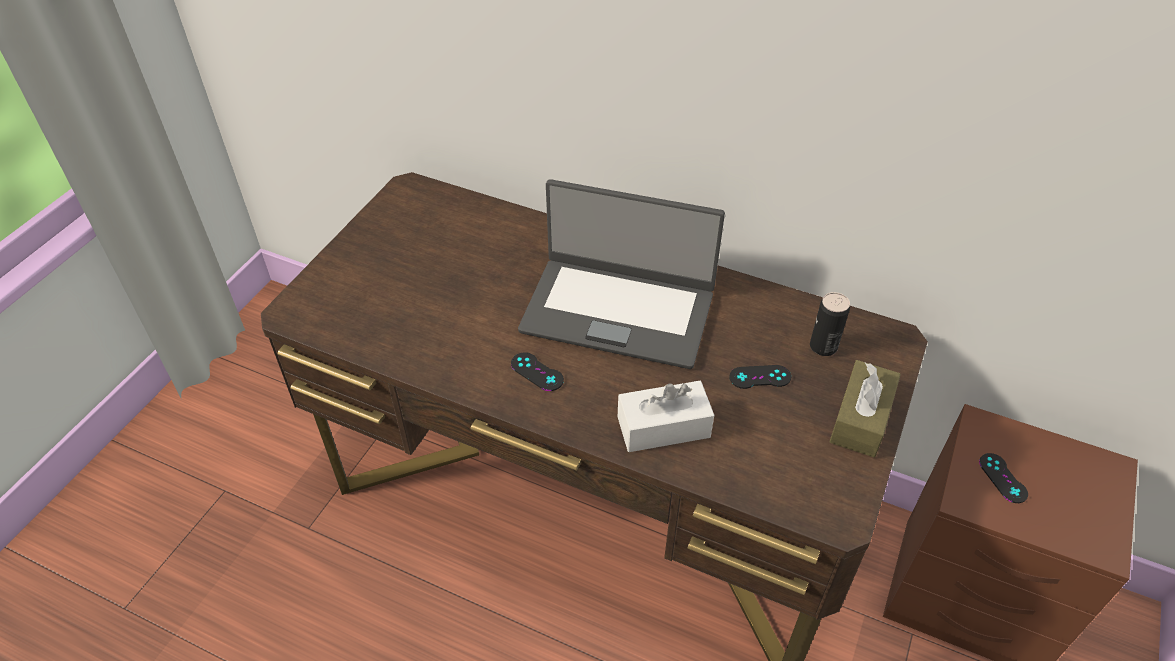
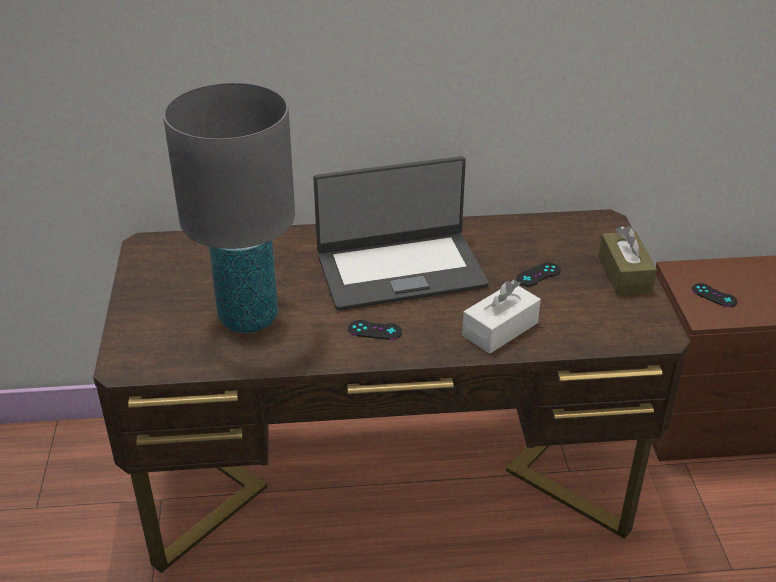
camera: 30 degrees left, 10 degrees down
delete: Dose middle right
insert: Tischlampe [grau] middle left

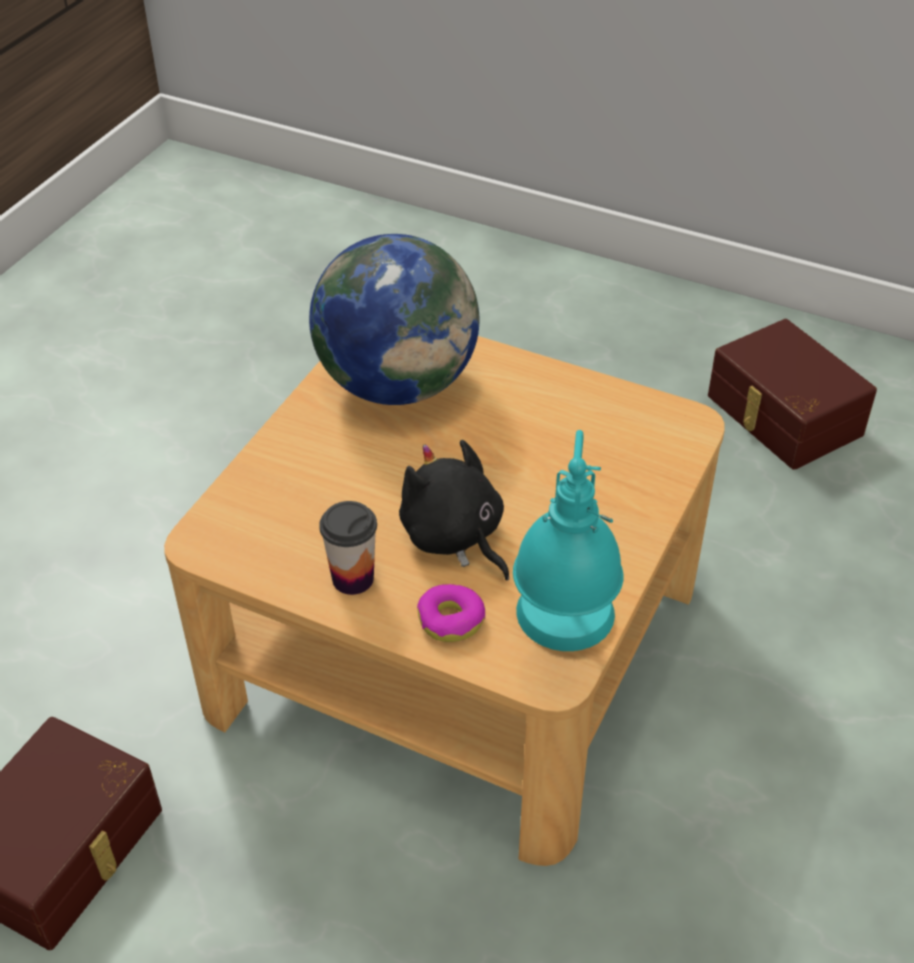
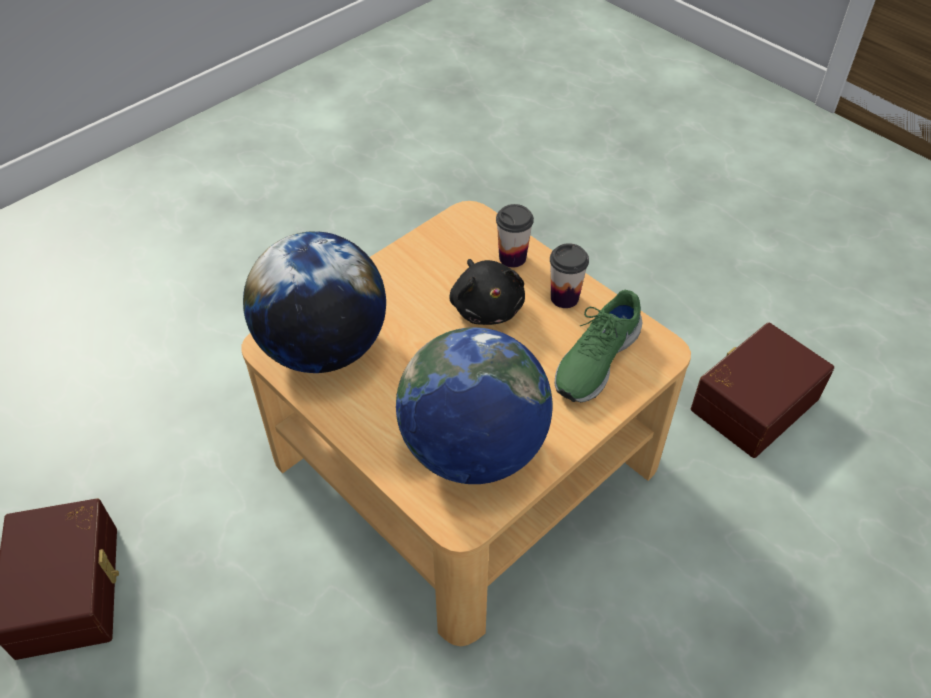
camera: 160 degrees left, 5 degrees up
delete: Tischlampe [türkis] centre
insert: Globus (1st from left) centre; Schuh [grün] centre
replace: Donut centre to Tasse (1st from left) centre

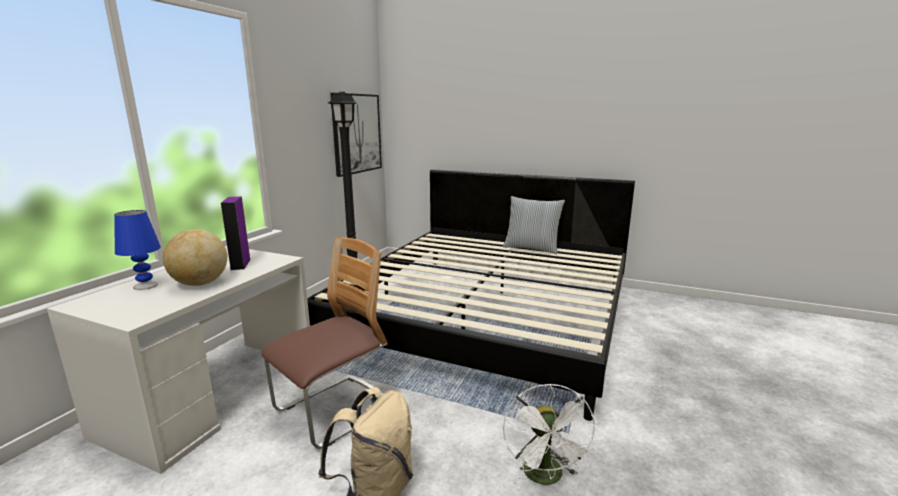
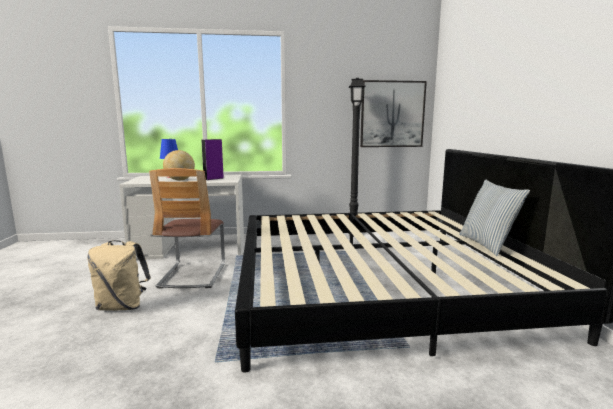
camera: 60 degrees right, 5 degrees down
delete: Ventilator [weiß] bottom centre
rotate: Stuhl bottom centre = middle left 75 degrees clockwise

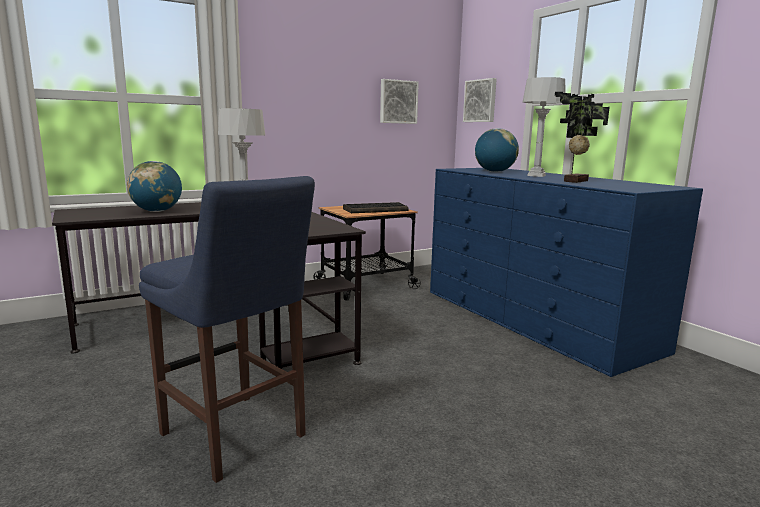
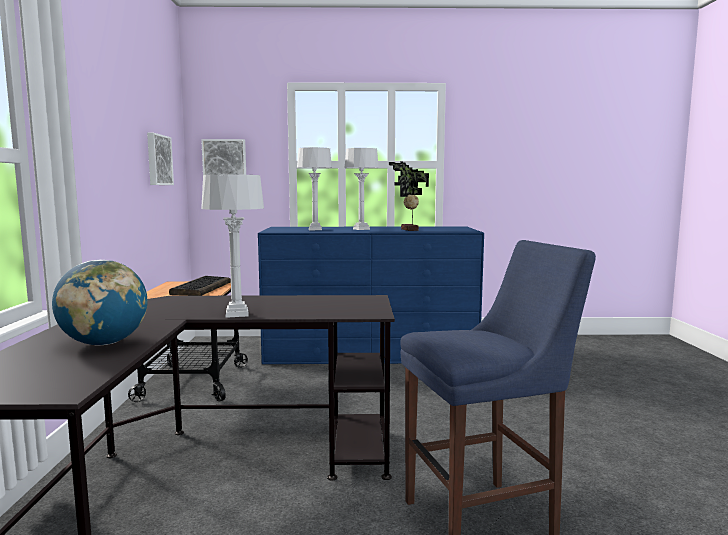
camera: 60 degrees left, 5 degrees down
replace: Globus (2nd from left) top centre to Tischlampe [grau] (2nd from left) centre

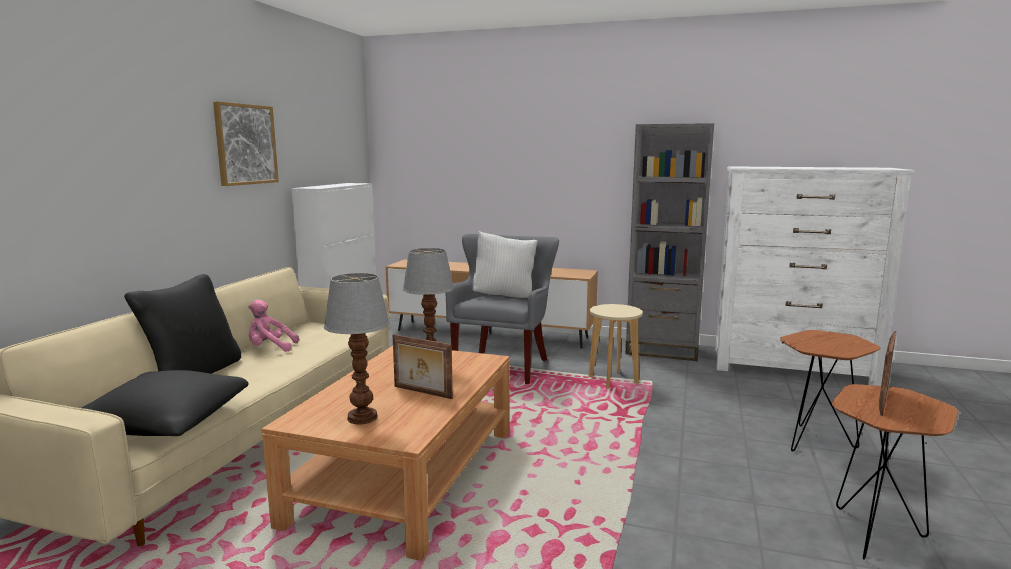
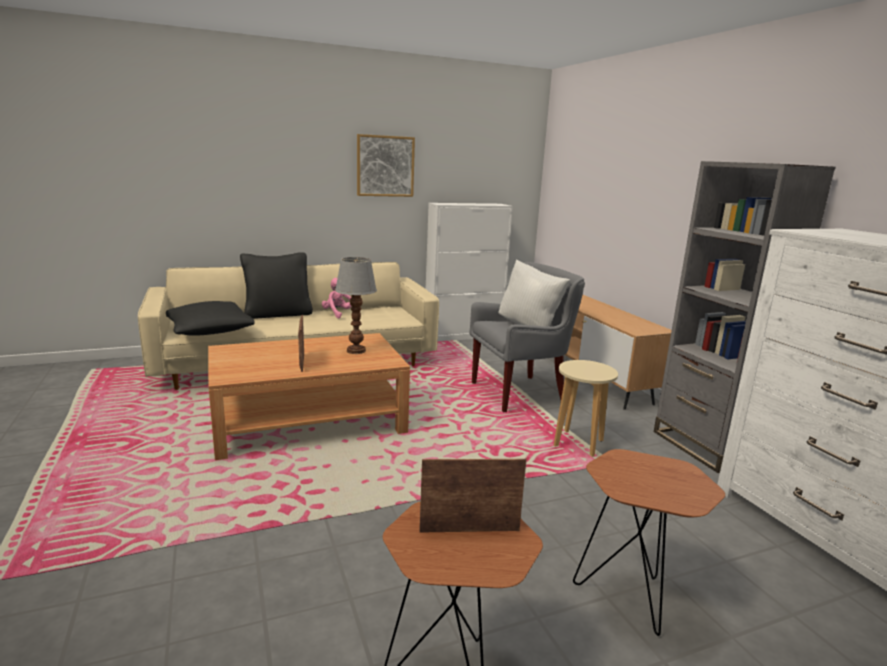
camera: 50 degrees right, 5 degrees up
delete: Tischlampe (1st from left) centre

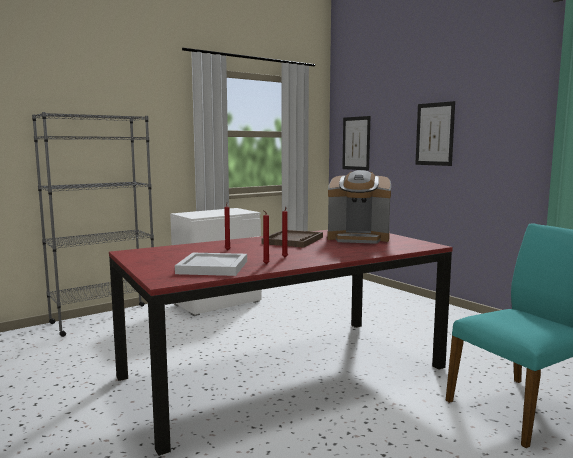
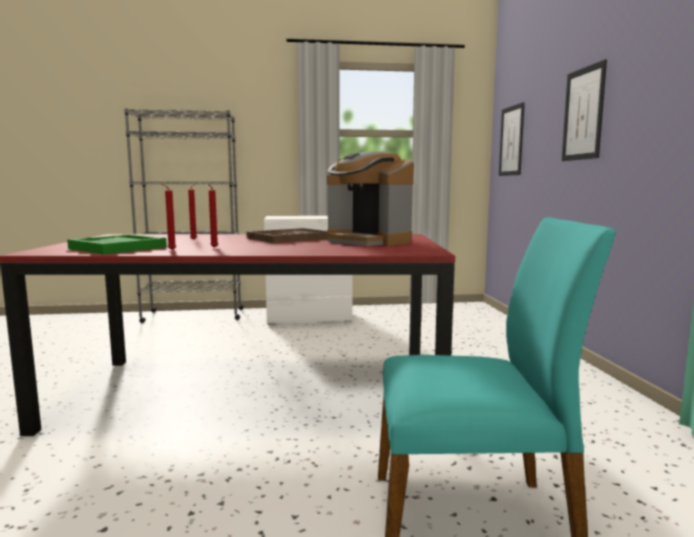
camera: 30 degrees right, 0 degrees up
recolor: Tablett [weiß] centre to Tablett [grün] middle left

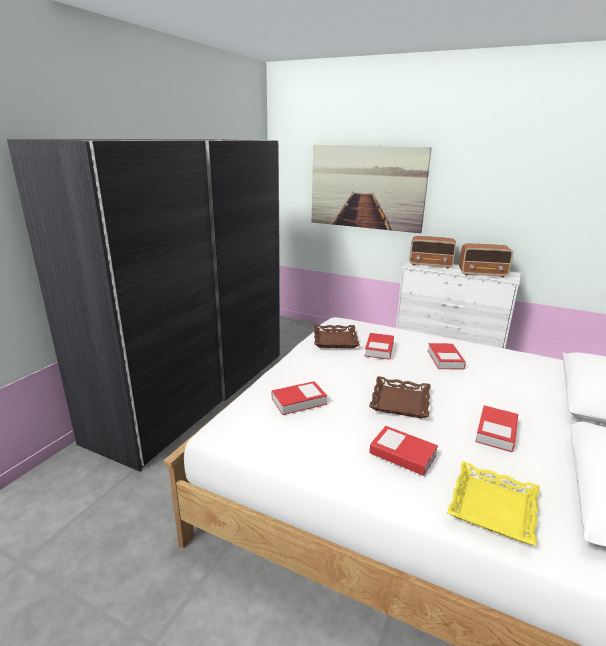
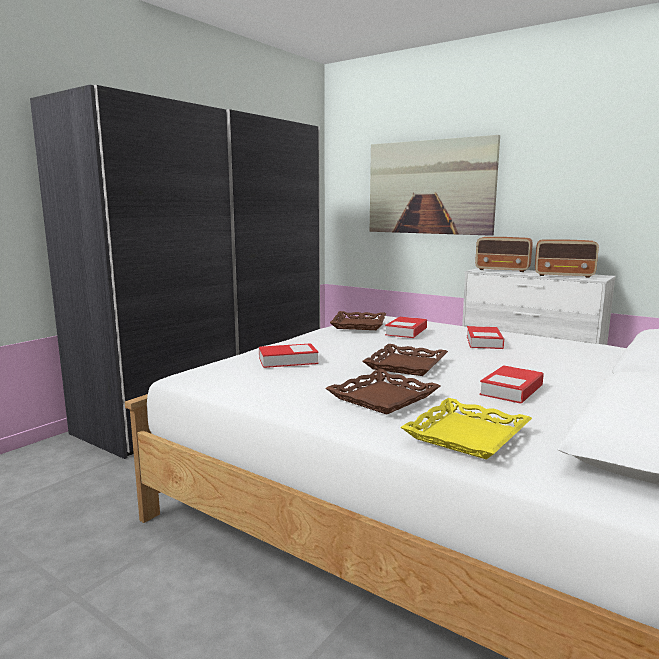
camera: 10 degrees right, 10 degrees down
replace: Buch (3rd from left) bottom centre to Tablett [braun] (2nd from left) centre

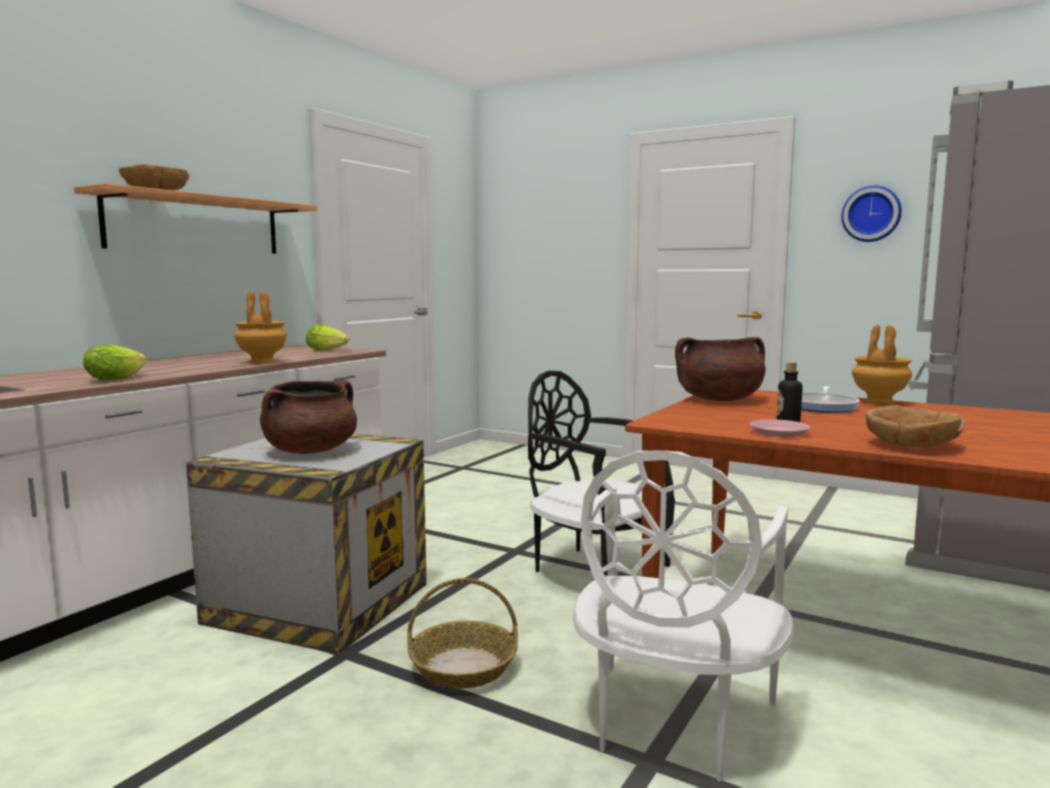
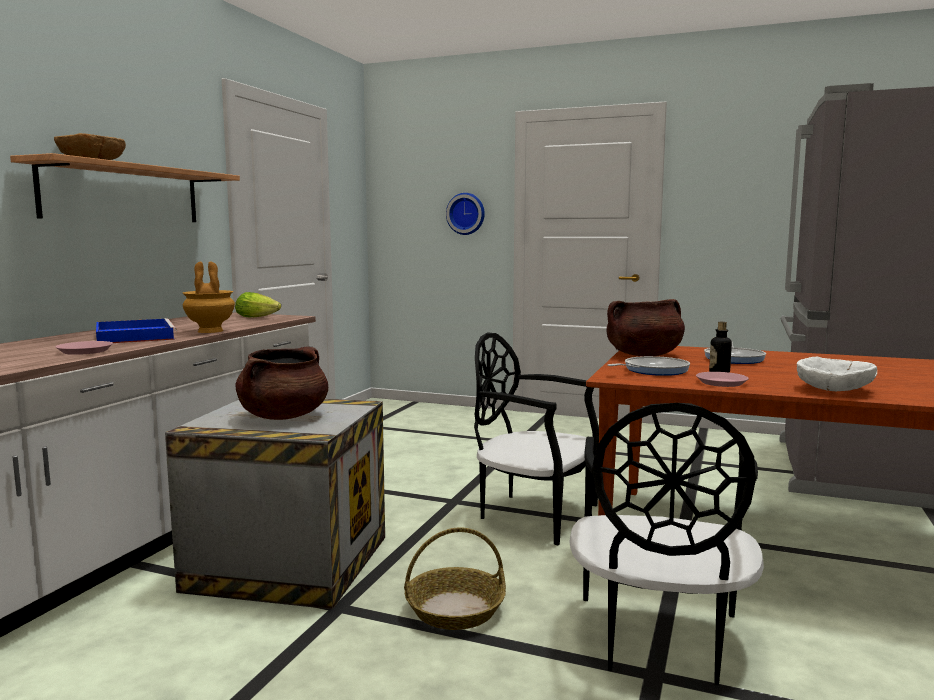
camera: 10 degrees left, 0 degrees up
delete: Vase [braun] (2nd from left) middle right
insert: Tablett [blau] middle left; Pfanne (1st from left) middle right
move: Wanduhr top right to top centre
replace: Salatkopf (1st from left) middle left to Teller [rosa] (1st from left) middle left
recolor: Stuhl [weiß] bottom centre to Stuhl [schwarz] (2nd from left) bottom right; Schüssel [braun] (2nd from left) middle right to Schüssel [weiß] middle right

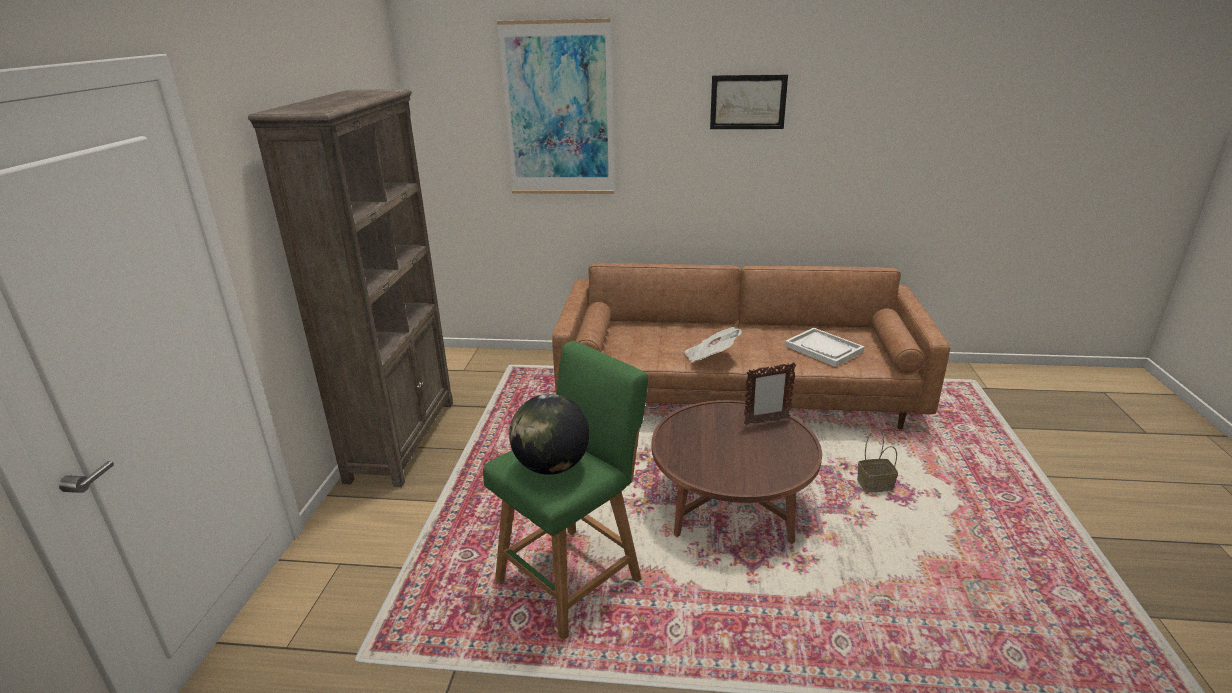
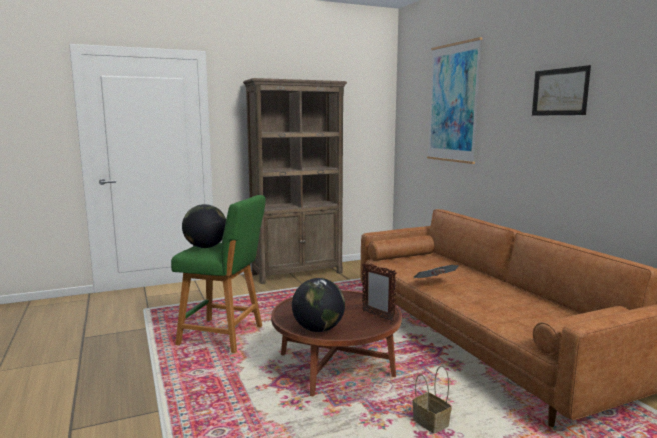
camera: 60 degrees right, 15 degrees down
delete: Tablett [weiß] middle right
insert: Globus (2nd from left) bottom centre

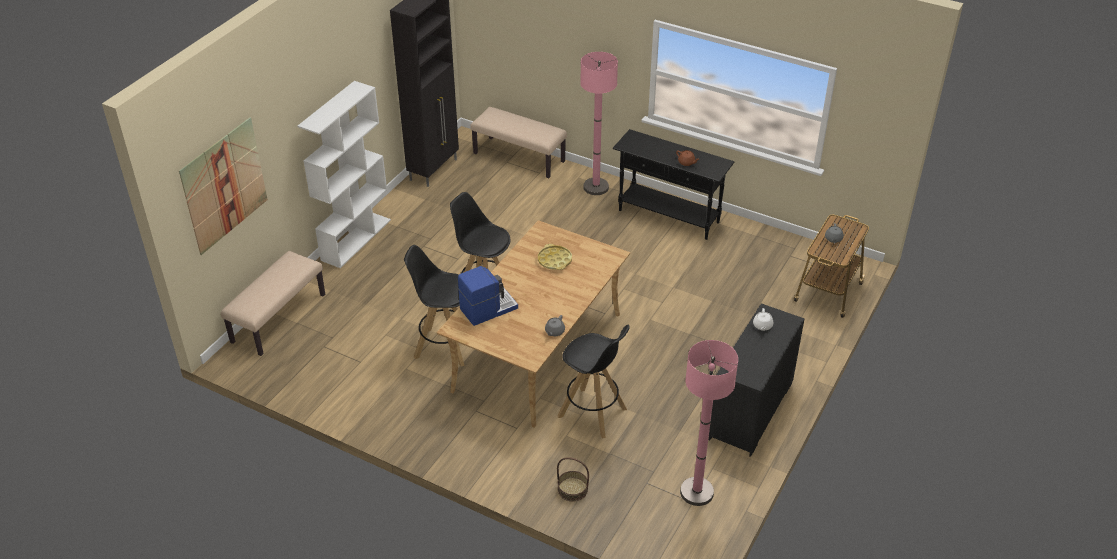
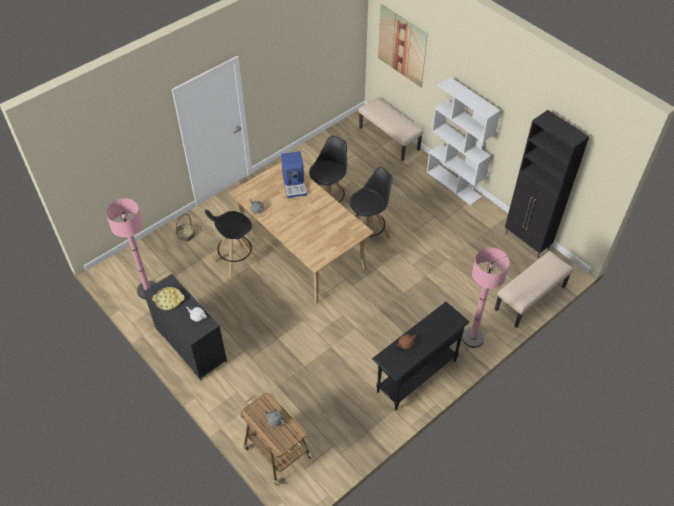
camera: 110 degrees right, 10 degrees up
move: Tablett [gelb] centre to middle left

